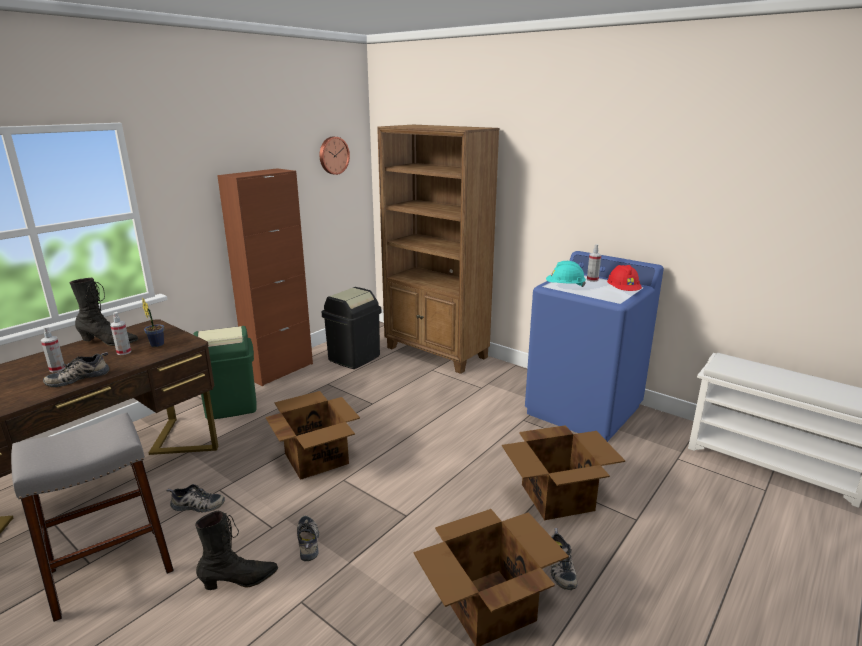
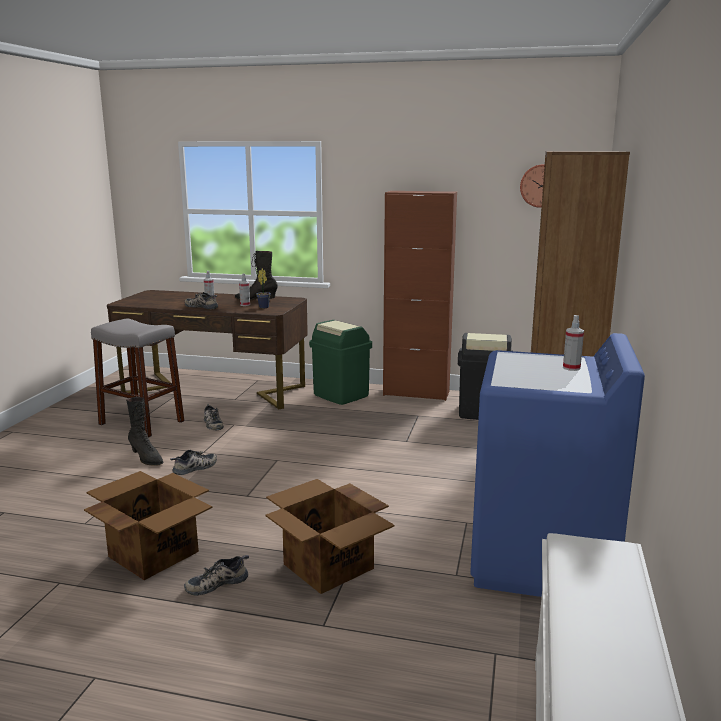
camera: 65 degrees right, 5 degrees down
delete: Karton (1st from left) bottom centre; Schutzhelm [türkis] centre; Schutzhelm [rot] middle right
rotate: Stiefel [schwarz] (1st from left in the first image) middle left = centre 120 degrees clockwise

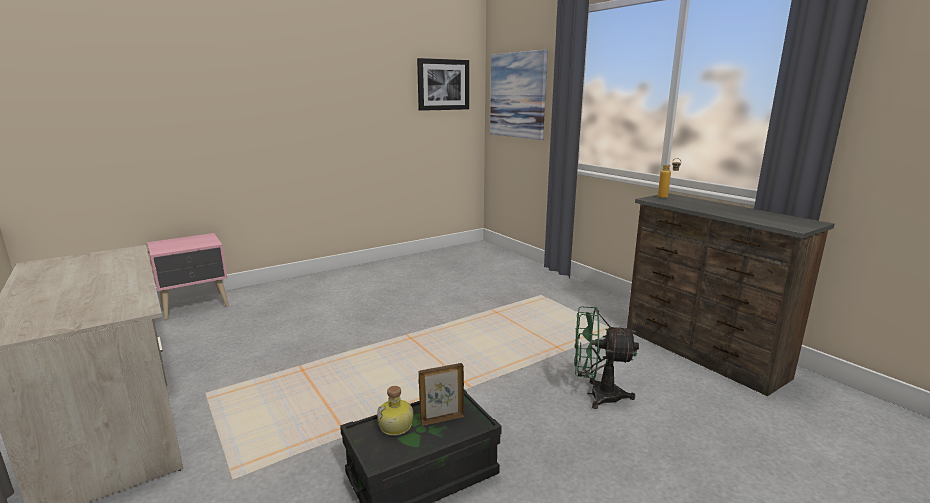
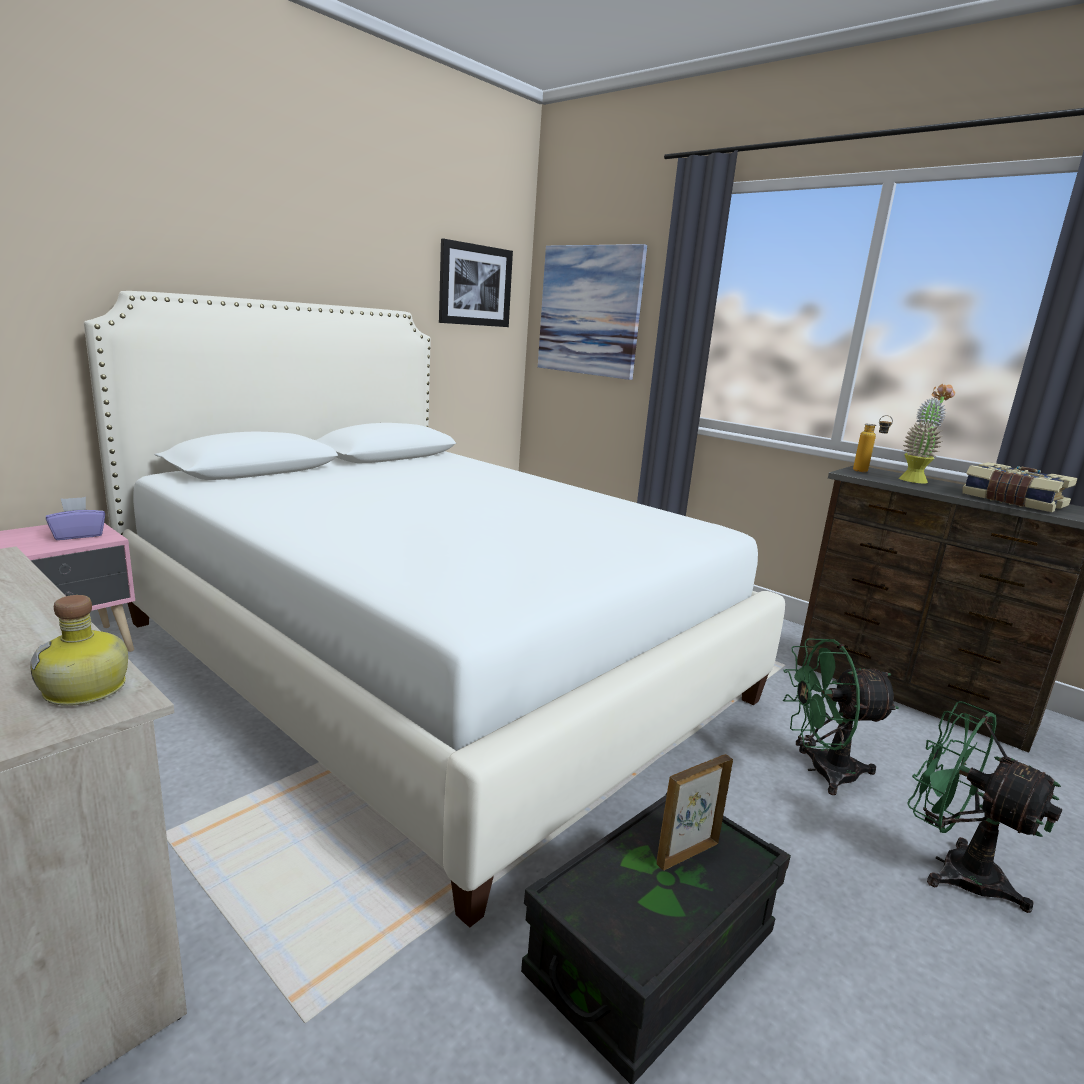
camera: 15 degrees left, 0 degrees up
insert: Taschentuchbox [lila] middle left; Bett [weiß] centre; Topfpflanze middle right; Ventilator [grün] (2nd from left) bottom right; Buch middle right
move: Flasche (1st from left) bottom centre to middle left

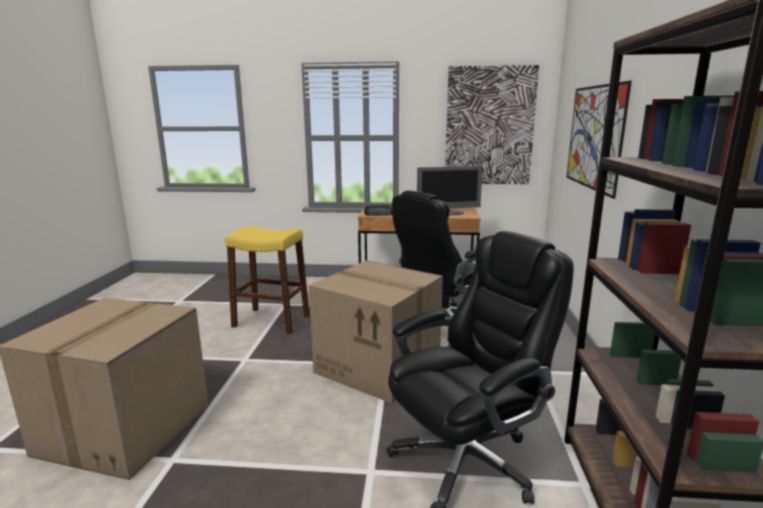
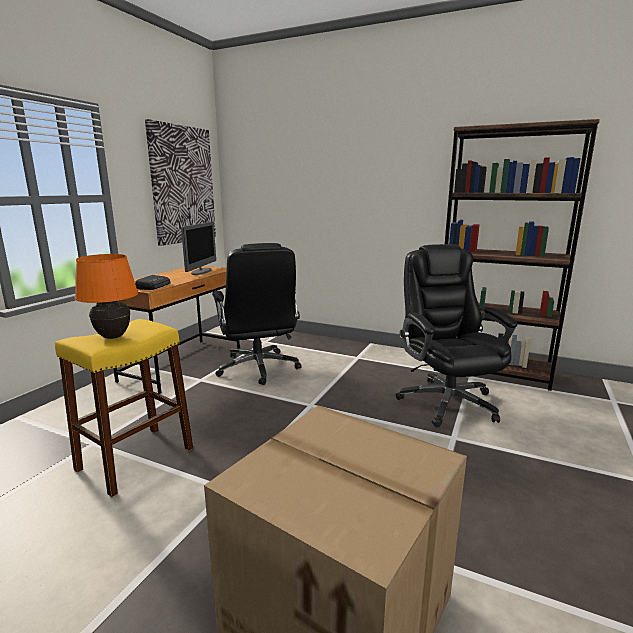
camera: 70 degrees left, 0 degrees up
delete: Karton (2nd from left) centre; Bild (2nd from left) top right
insert: Tischlampe [orange] middle left

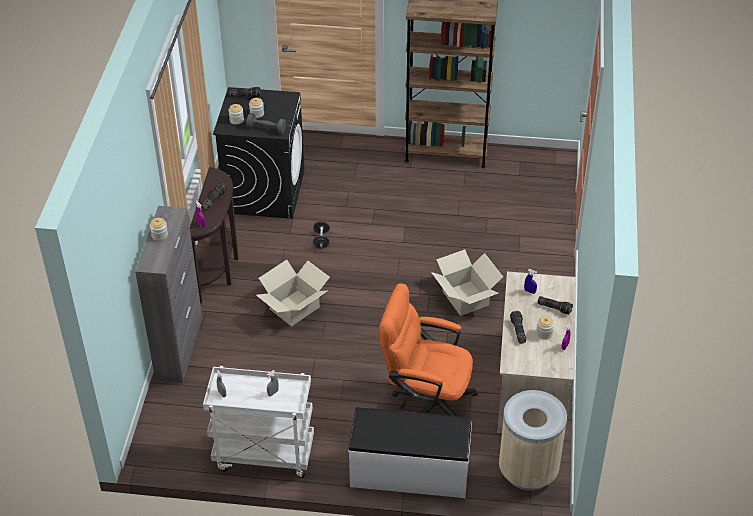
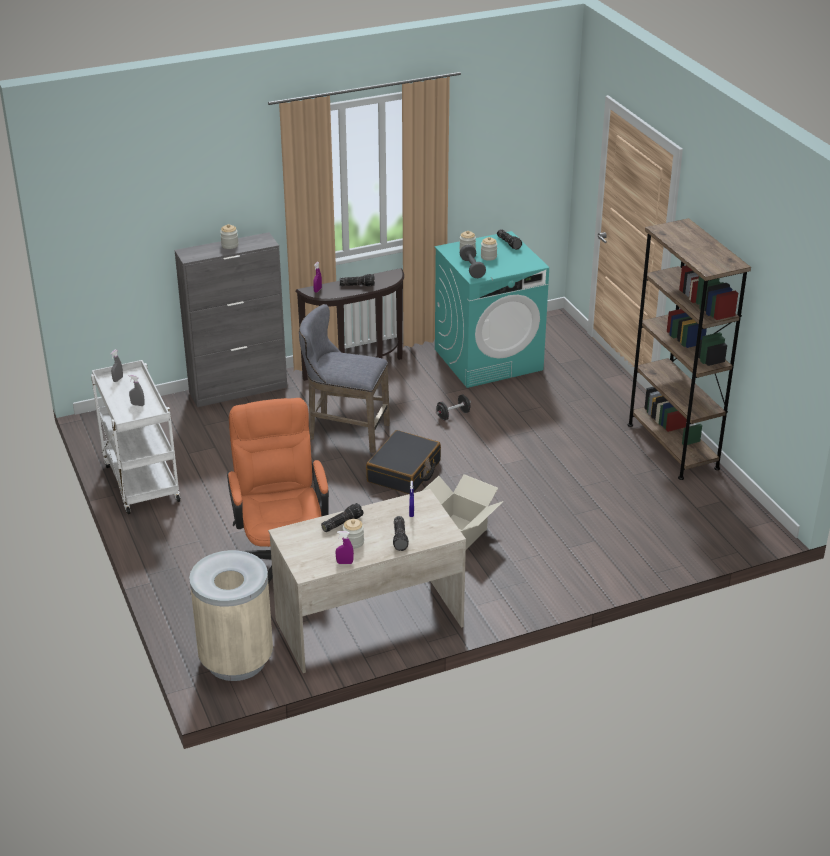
camera: 60 degrees right, 10 degrees down
delete: Bank [weiß] bottom centre
insert: Koffer [schwarz] centre
replace: Karton (1st from left) centre to Hocker [grau] centre
recolor: Waschmaschine [schwarz] top centre to Waschmaschine [türkis] centre

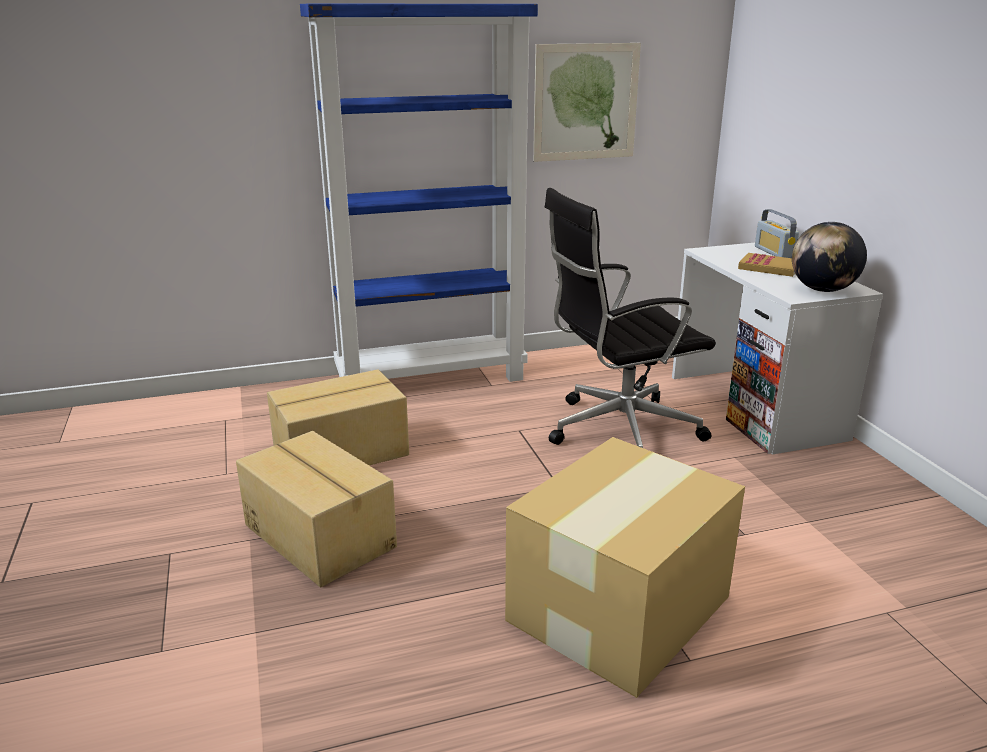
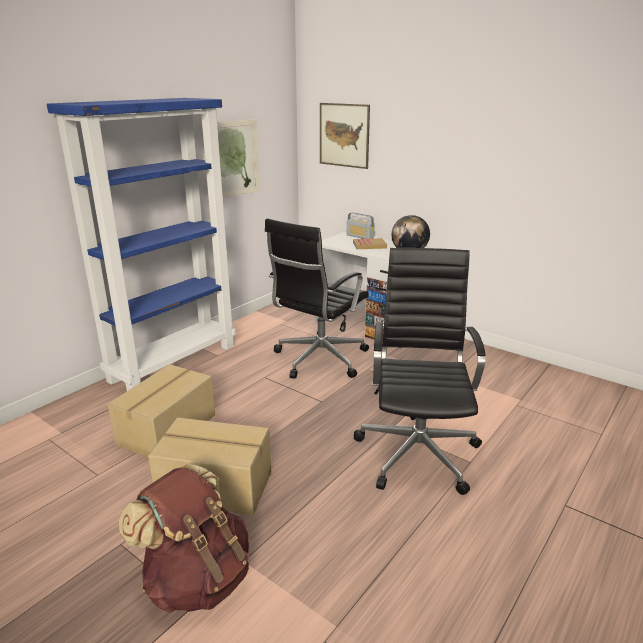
camera: 35 degrees left, 0 degrees up
insert: Rucksack [braun] bottom left; Bild (2nd from left) top centre
replace: Karton (3rd from left) bottom centre to Bürostuhl [schwarz] (2nd from left) centre

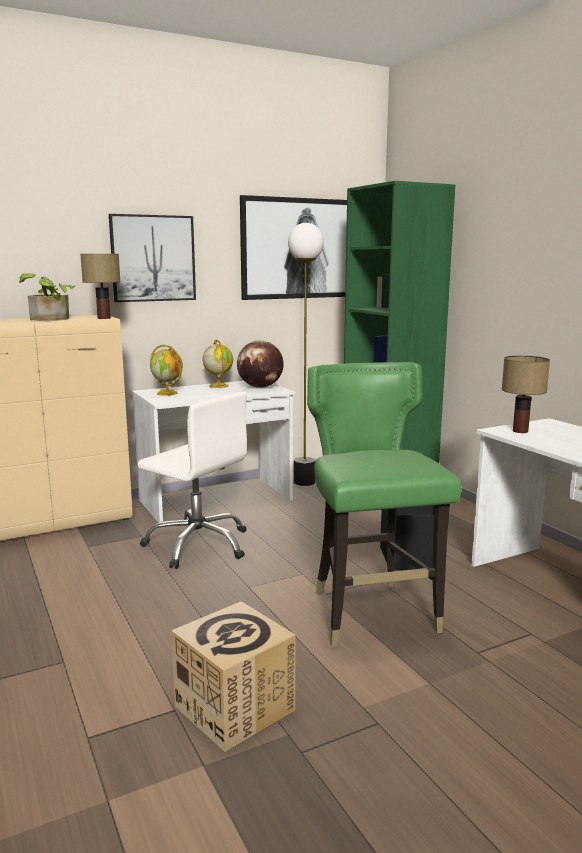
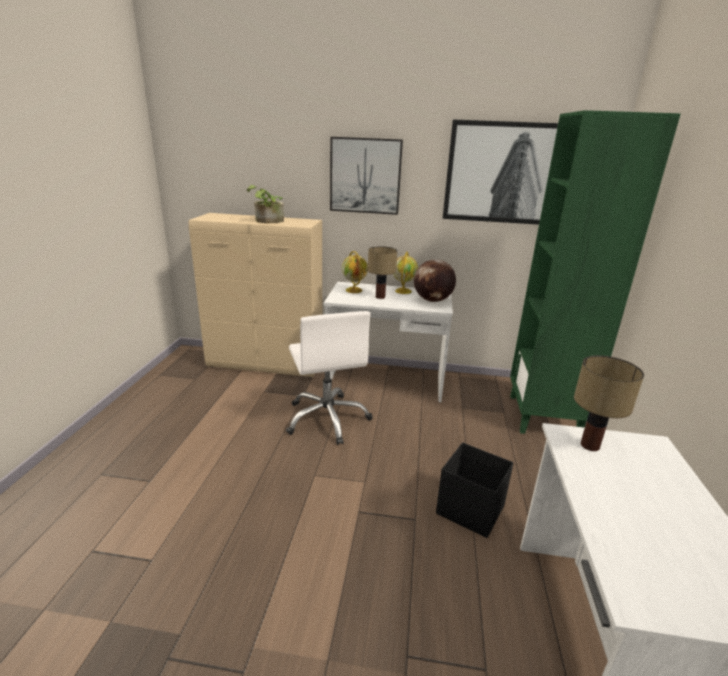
camera: 35 degrees right, 10 degrees up
delete: Karton bottom centre; Stehlampe centre; Stuhl [grün] centre
move: Tischlampe (1st from left) middle left to centre

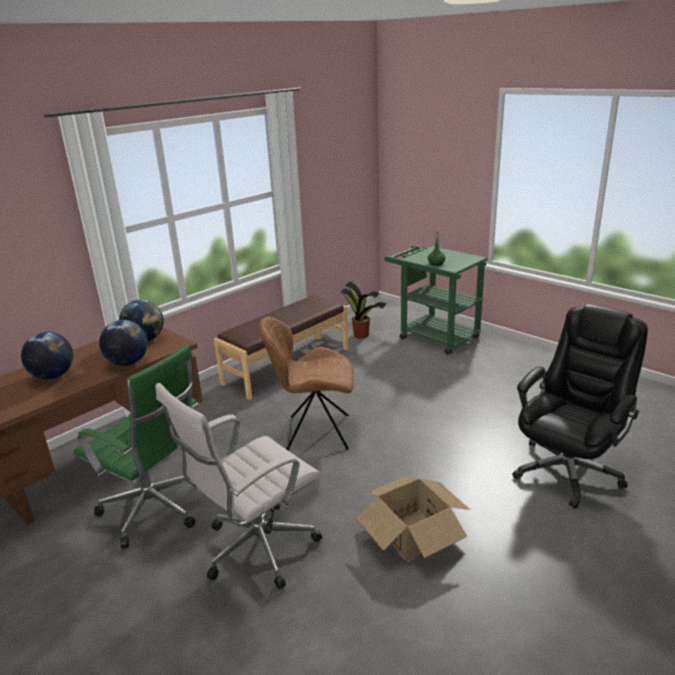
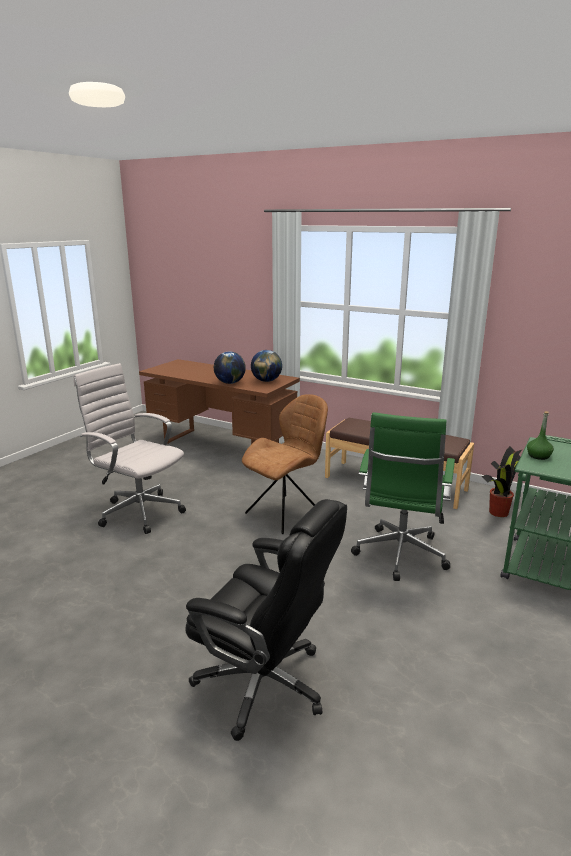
camera: 75 degrees right, 5 degrees down
delete: Globus (1st from left) middle left; Karton bottom centre
move: Bürostuhl [grün] middle left to middle right
rotate: Stuhl [braun] centre = centre 60 degrees clockwise

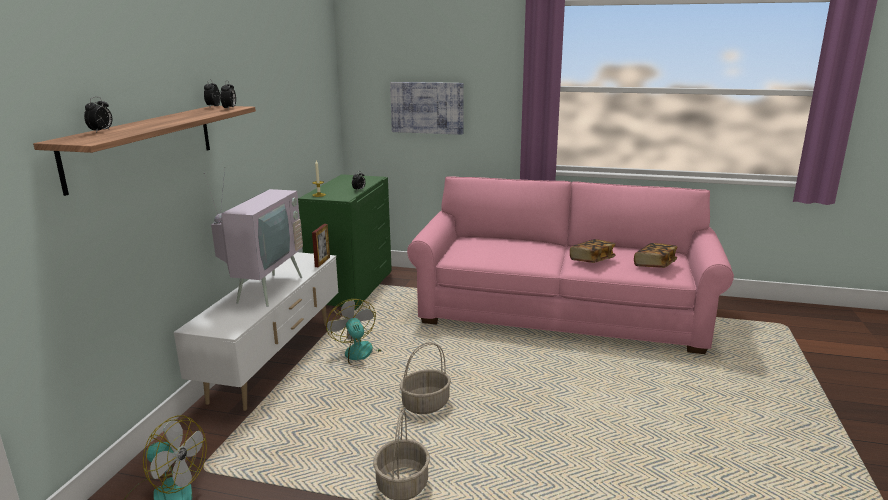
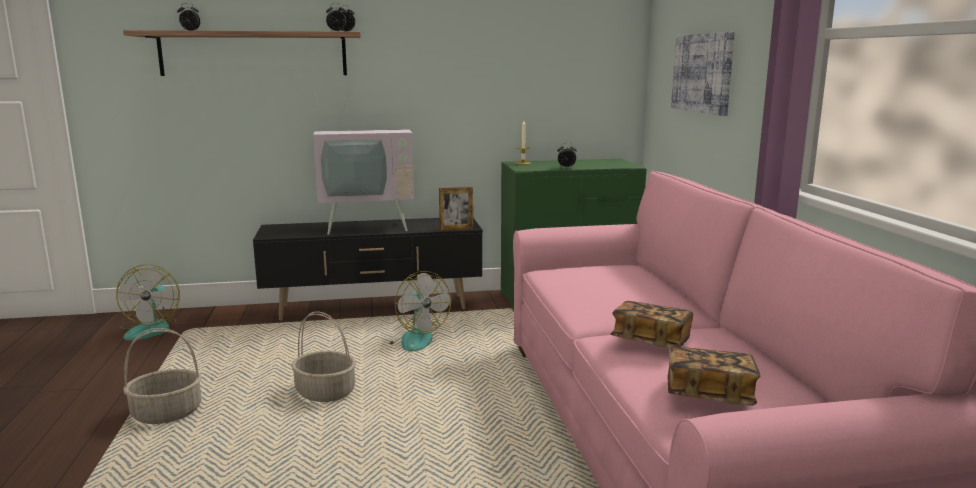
camera: 65 degrees right, 5 degrees down
recolor: Fernsehschrank [weiß] middle left to Fernsehschrank [schwarz] centre
rotate: Ventilator (2nd from left) bottom centre = centre 105 degrees clockwise

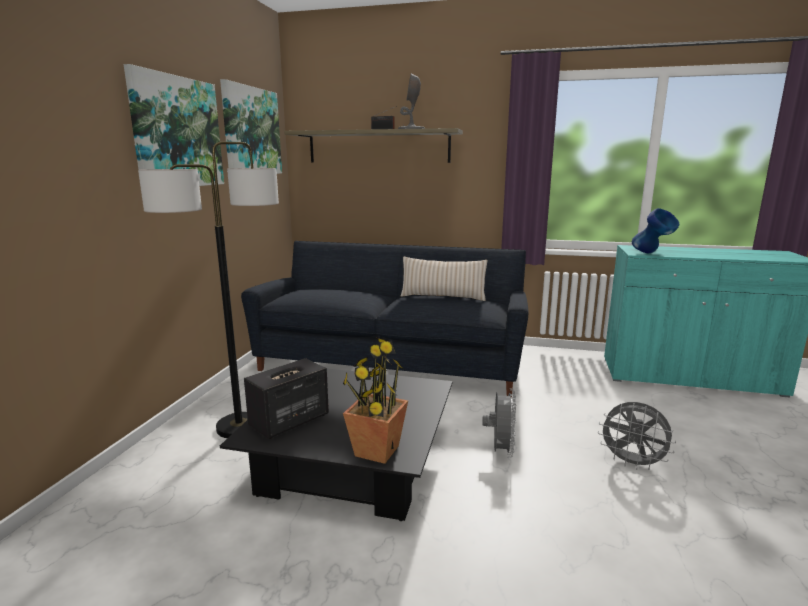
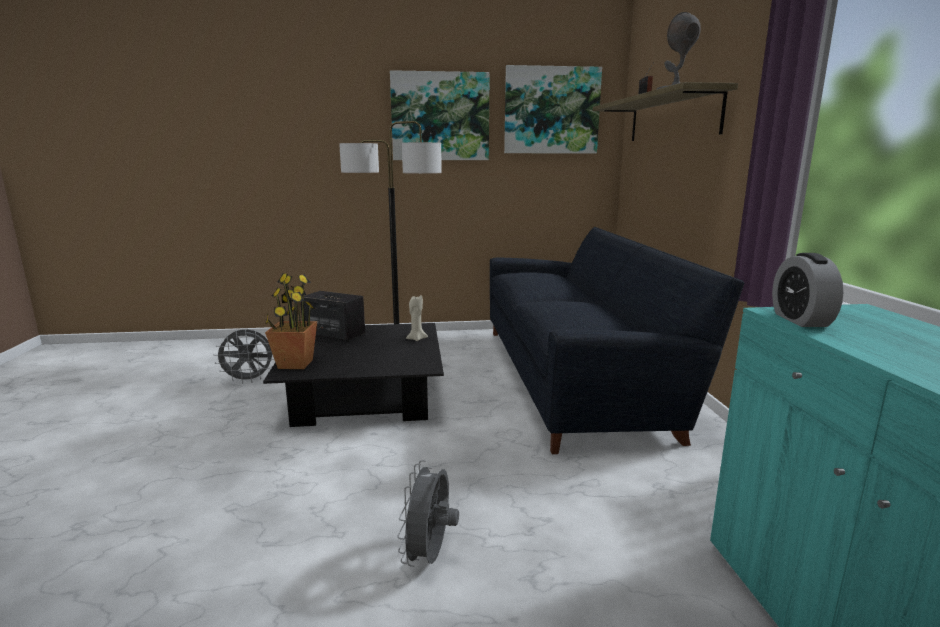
camera: 70 degrees right, 0 degrees up
delete: Kissen [beige] centre
insert: Kerze [beige] centre
move: Ventilator [grau] (1st from left) bottom centre to middle left
replace: Vase [blau] middle right to Wecker middle right

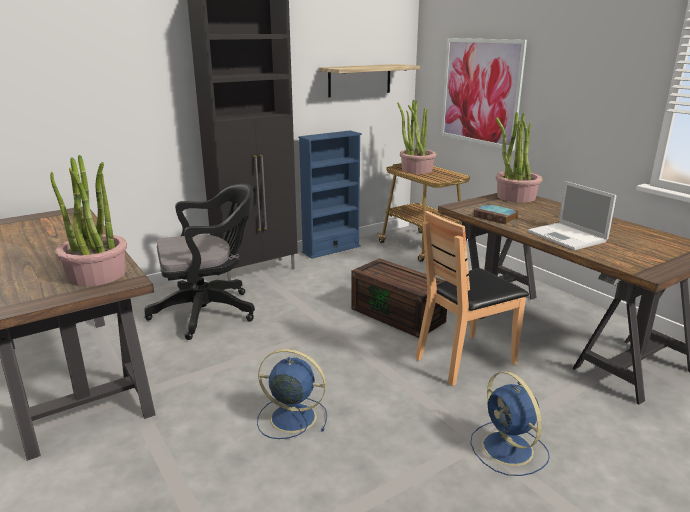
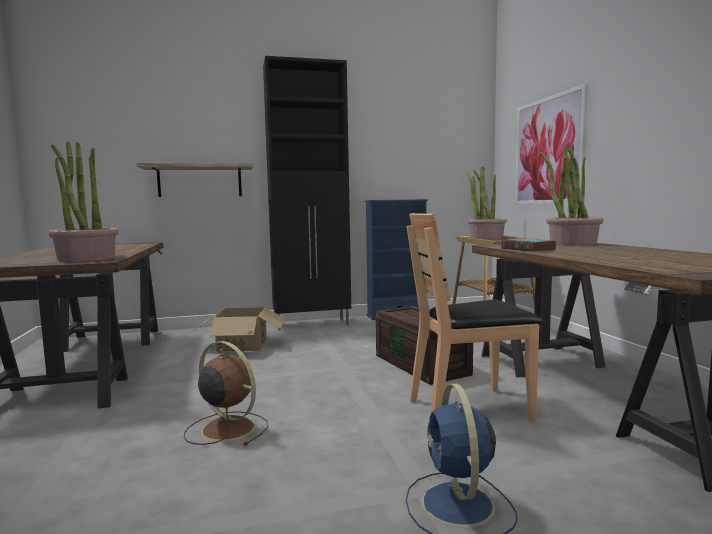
camera: 20 degrees right, 15 degrees down
delete: Laptop middle right
move: Wandregal top centre to middle left
replace: Bürostuhl [schwarz] middle left to Karton centre
recolor: Ventilator [blau] (1st from left) bottom centre to Ventilator [braun] bottom left

